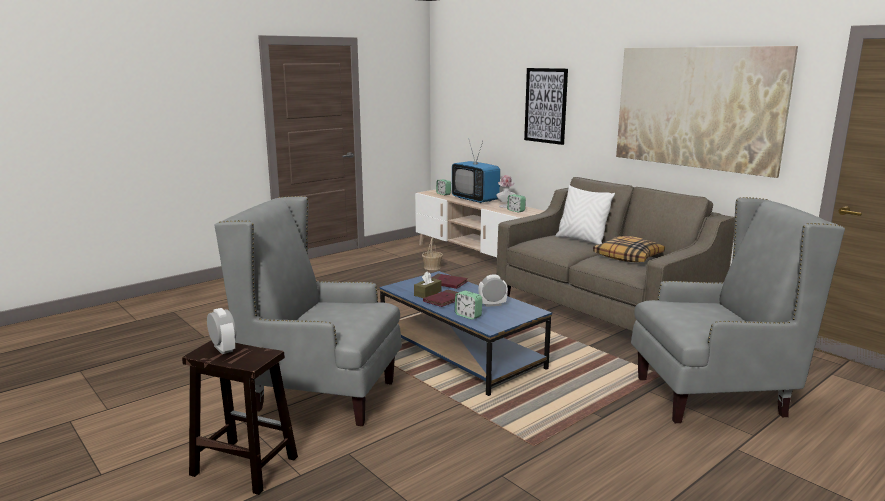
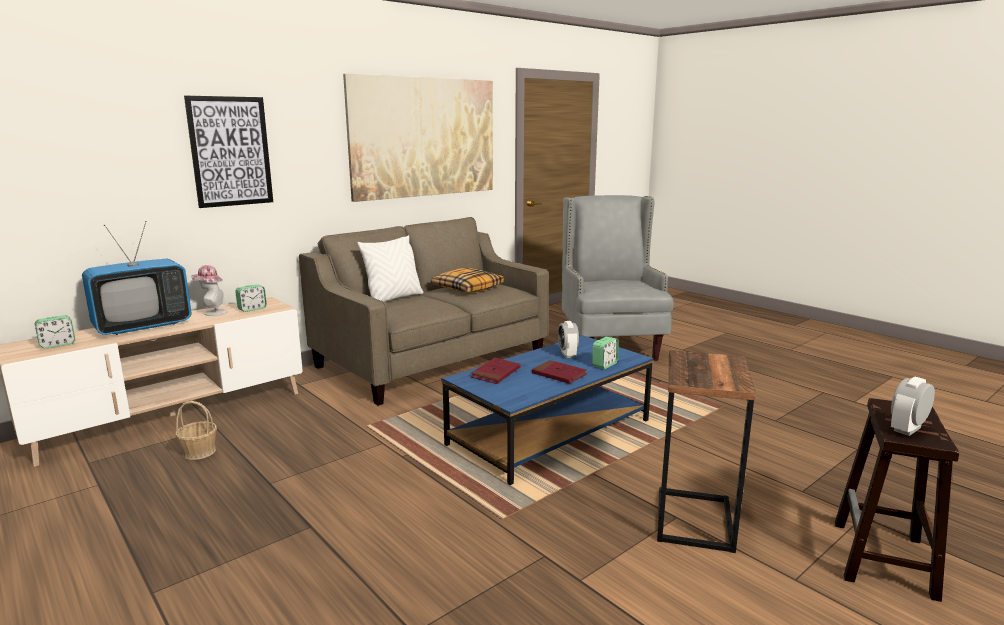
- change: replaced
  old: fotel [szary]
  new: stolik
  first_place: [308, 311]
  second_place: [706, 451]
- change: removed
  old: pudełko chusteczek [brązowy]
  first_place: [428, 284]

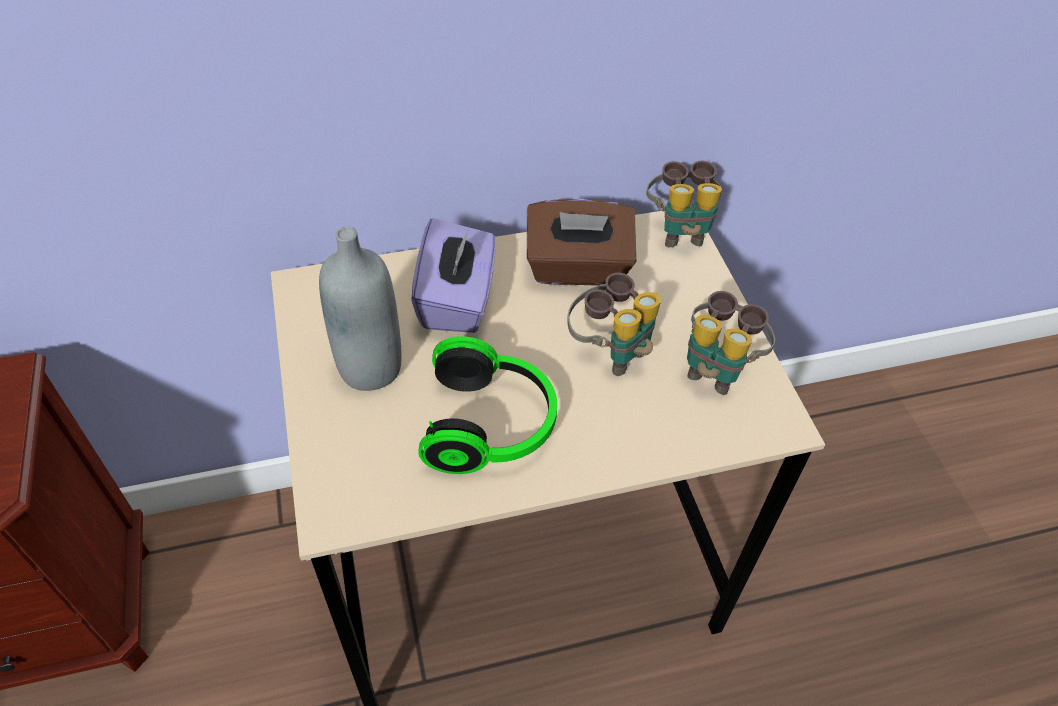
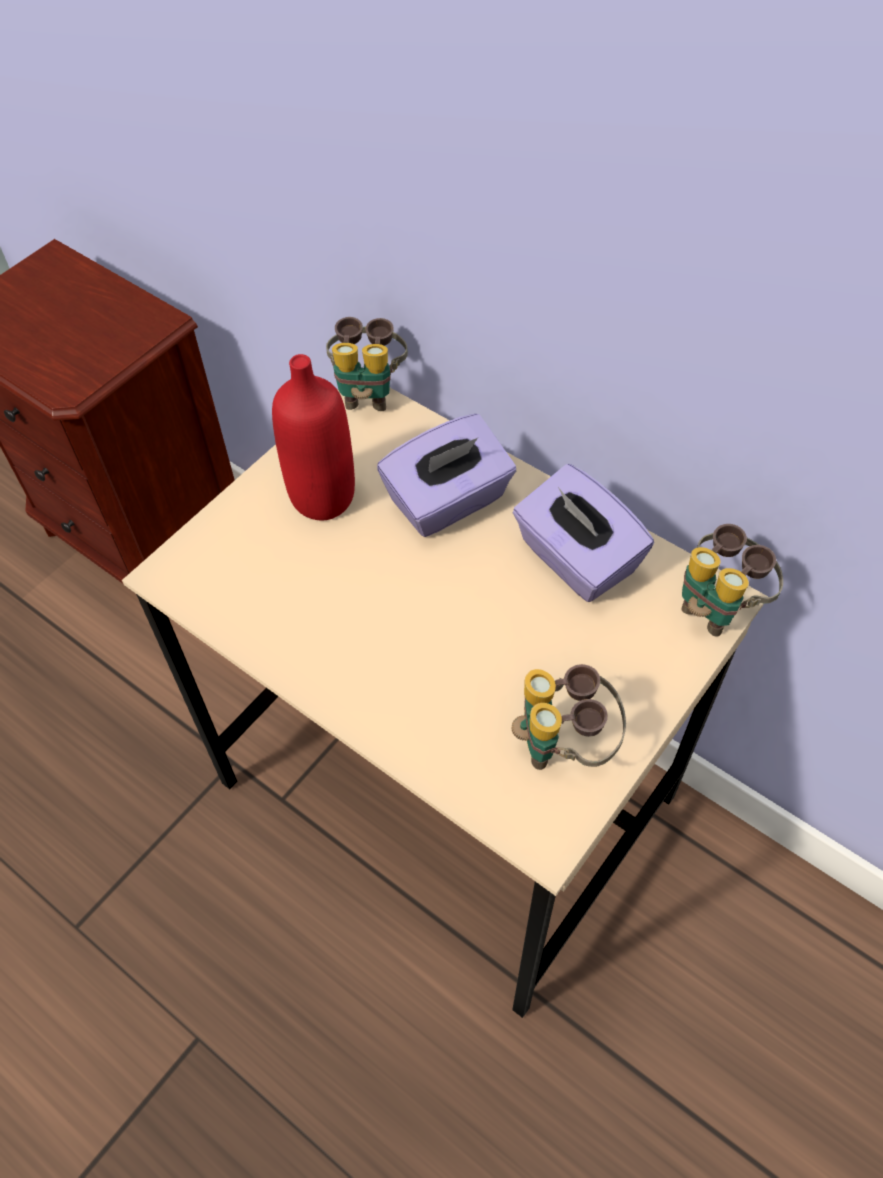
- change: recoloured
  old: butelka [szary]
  new: butelka [czerwony]
  first_place: [360, 309]
  second_place: [313, 437]
- change: moved
  old: lornetka
  first_place: [614, 324]
  second_place: [367, 364]
- change: recoloured
  old: pudełko chusteczek [brązowy]
  new: pudełko chusteczek [fioletowy]
  first_place: [581, 242]
  second_place: [583, 533]
- change: removed
  old: słuchawki
  first_place: [487, 405]

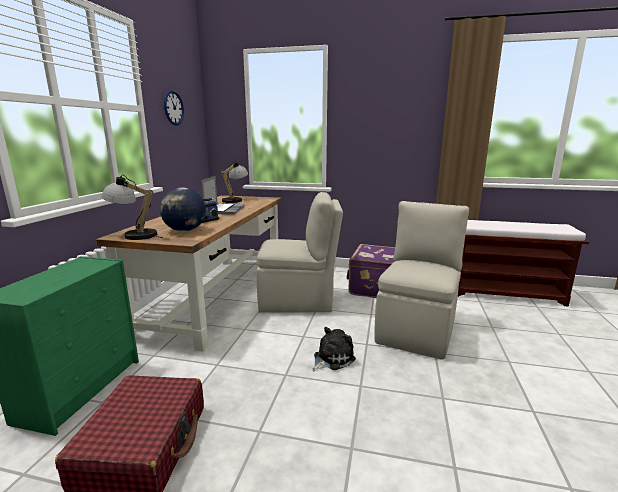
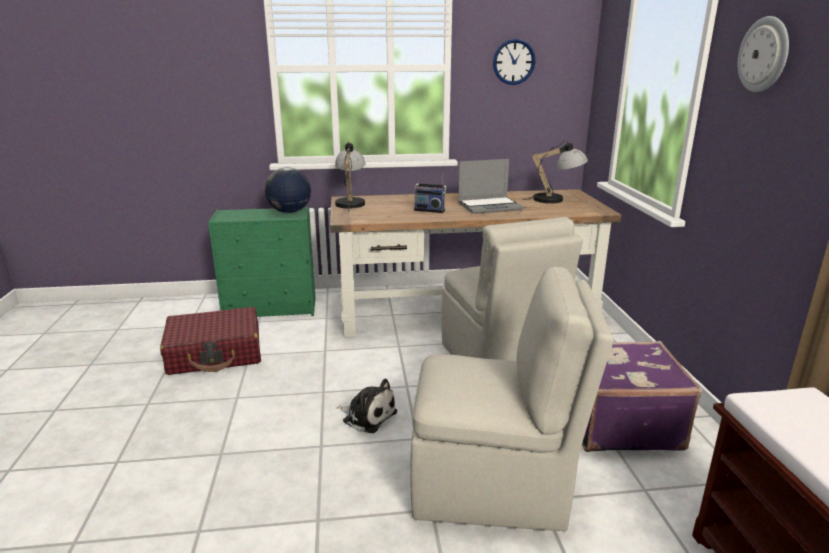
- change: moved
  old: globus
  first_place: [183, 210]
  second_place: [288, 190]
- change: added
  new: zegar ścienny
  second_place: [763, 54]

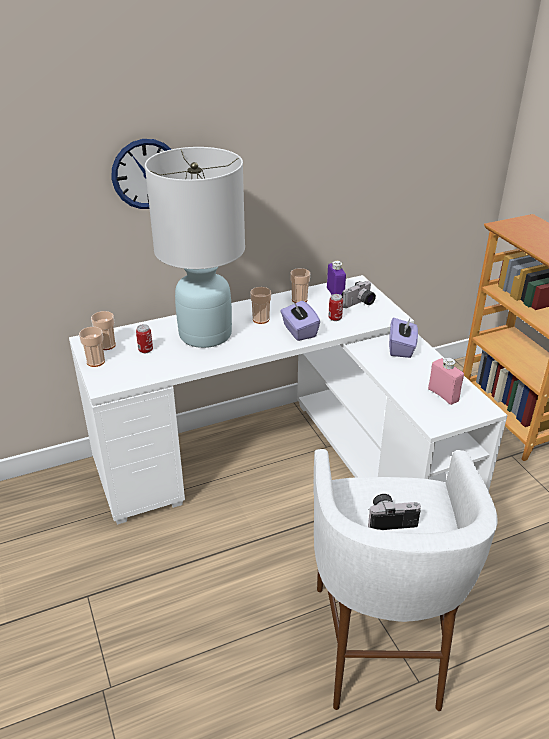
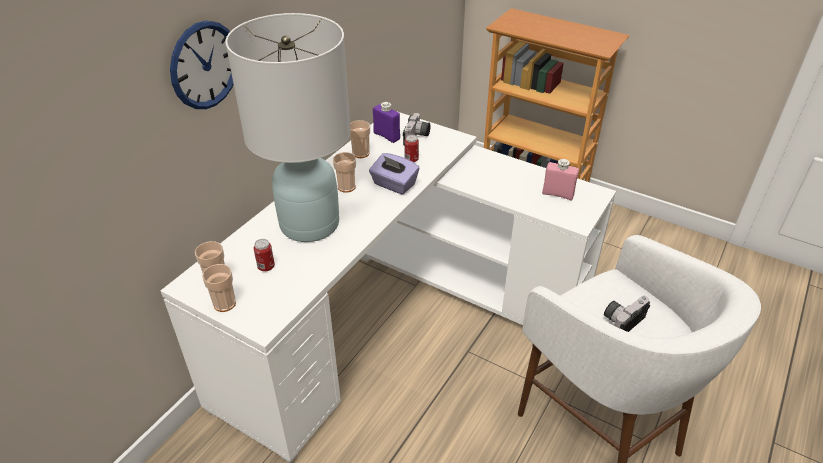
- change: removed
  old: pudełko chusteczek [fioletowy]
  first_place: [403, 337]

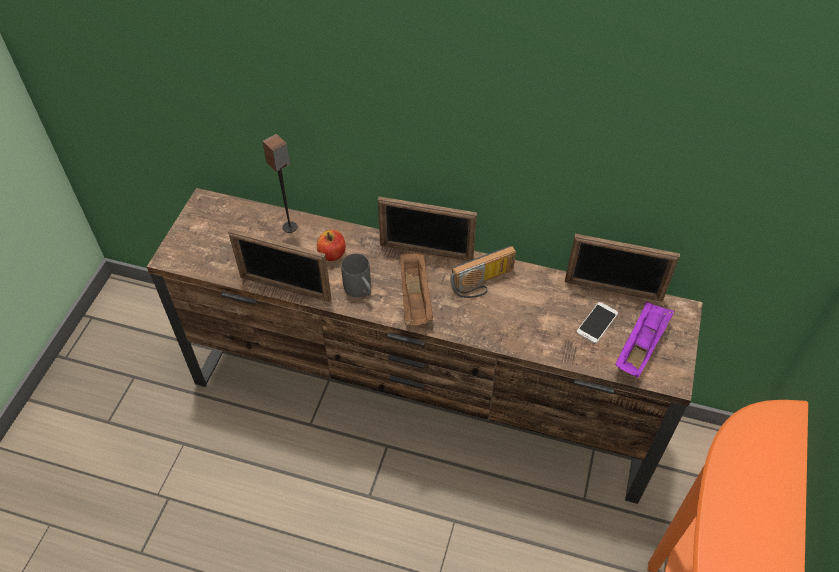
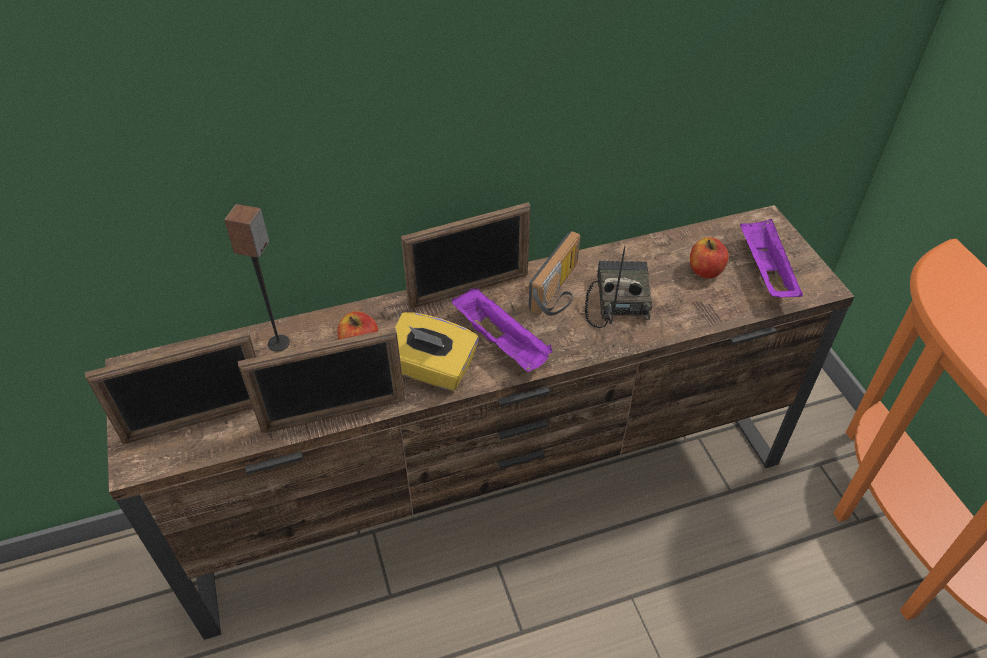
- change: moved
  old: ramka na zdjęcie
  first_place: [622, 268]
  second_place: [171, 387]
- change: replaced
  old: kubek [szary]
  new: pudełko chusteczek [żółty]
  first_place: [356, 275]
  second_place: [437, 351]
- change: recoloured
  old: taca [brązowy]
  new: taca [fioletowy]
  first_place: [416, 288]
  second_place: [502, 330]
- change: added
  new: radio
  second_place: [618, 287]
- change: replaced
  old: telefon
  new: jabłko
  first_place: [597, 322]
  second_place: [709, 258]

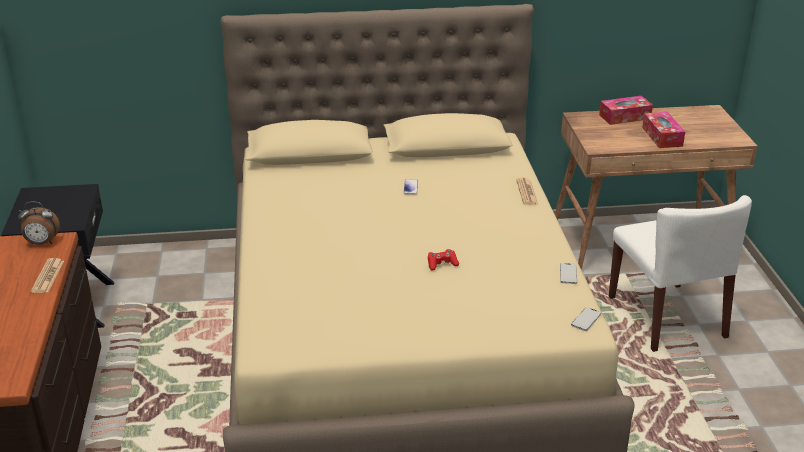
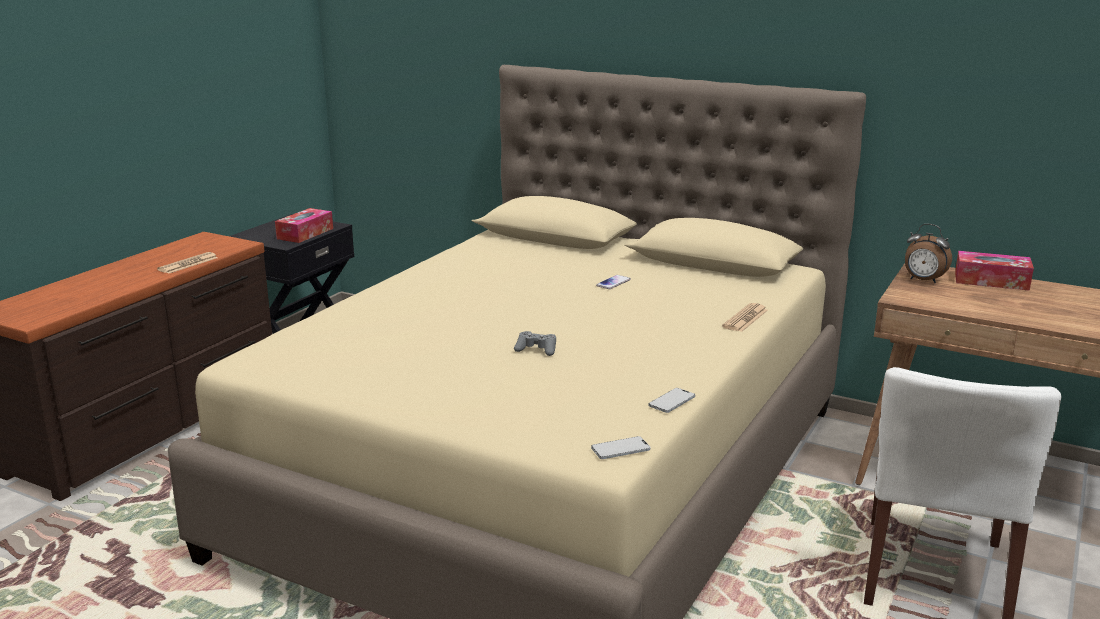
- change: moved
  old: pudełko chusteczek
  first_place: [663, 130]
  second_place: [304, 225]
- change: recoloured
  old: pad do gier [czerwony]
  new: pad do gier [szary]
  first_place: [443, 260]
  second_place: [535, 343]
- change: moved
  old: budzik
  first_place: [39, 223]
  second_place: [928, 253]

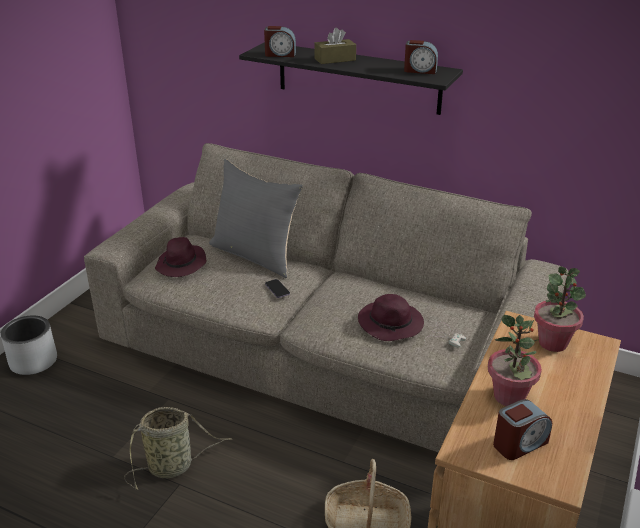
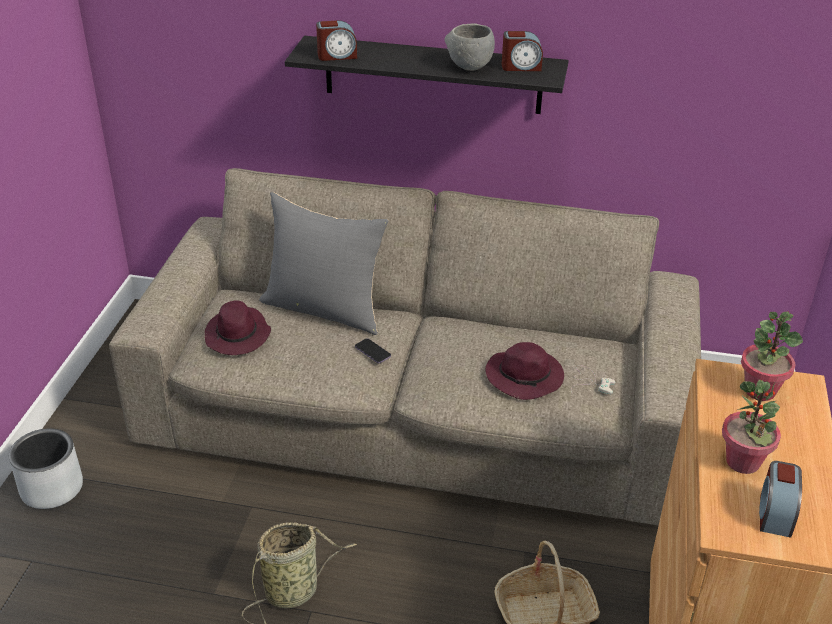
- change: added
  new: miska [szary]
  second_place: [470, 47]
- change: turned
  old: budzik
  first_place: [522, 429]
  second_place: [780, 499]
  degrees: 150
- change: removed
  old: pudełko chusteczek [brązowy]
  first_place: [335, 45]

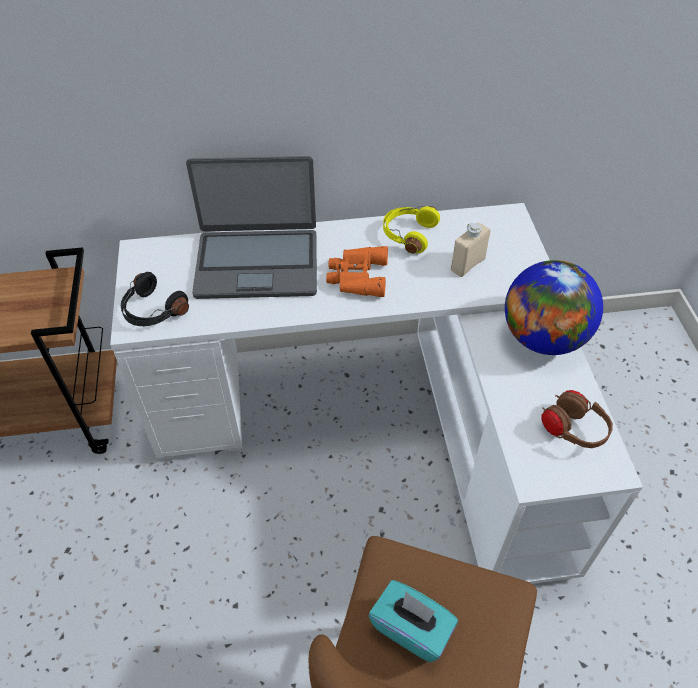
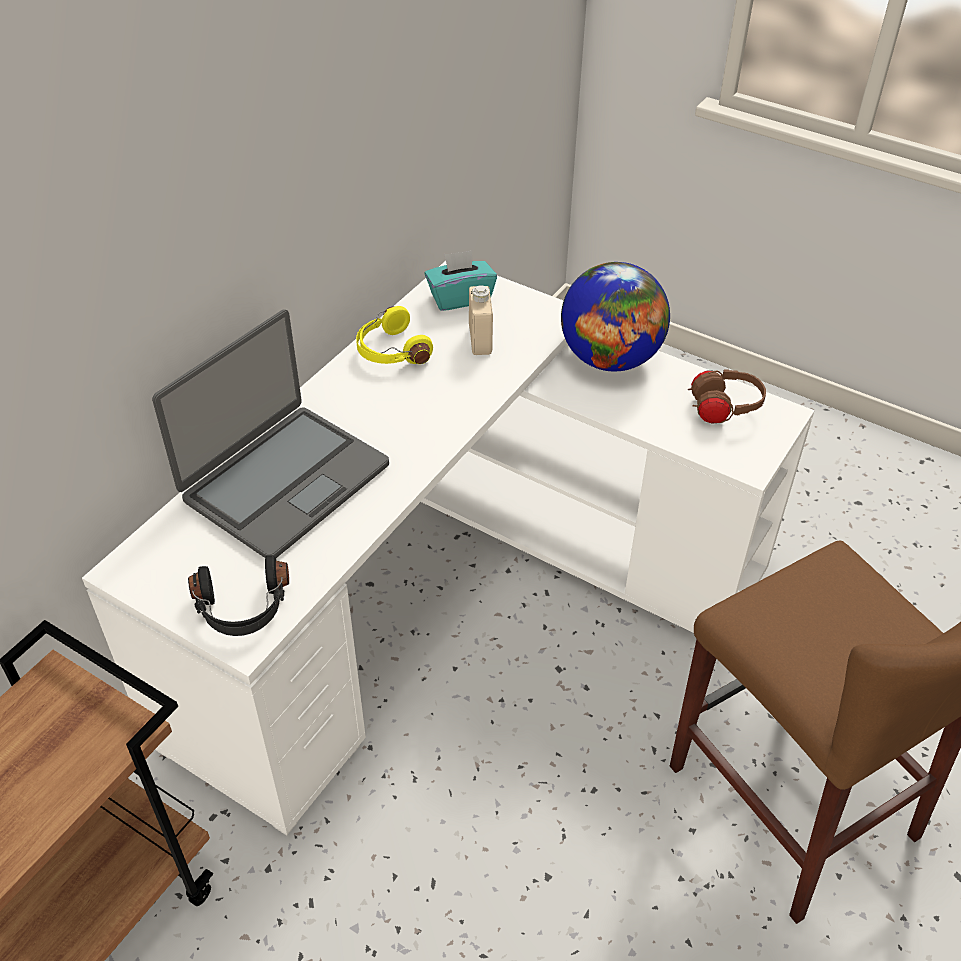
- change: moved
  old: pudełko chusteczek [turkusowy]
  first_place: [413, 621]
  second_place: [460, 280]
- change: removed
  old: lornetka [pomarańczowy]
  first_place: [357, 271]

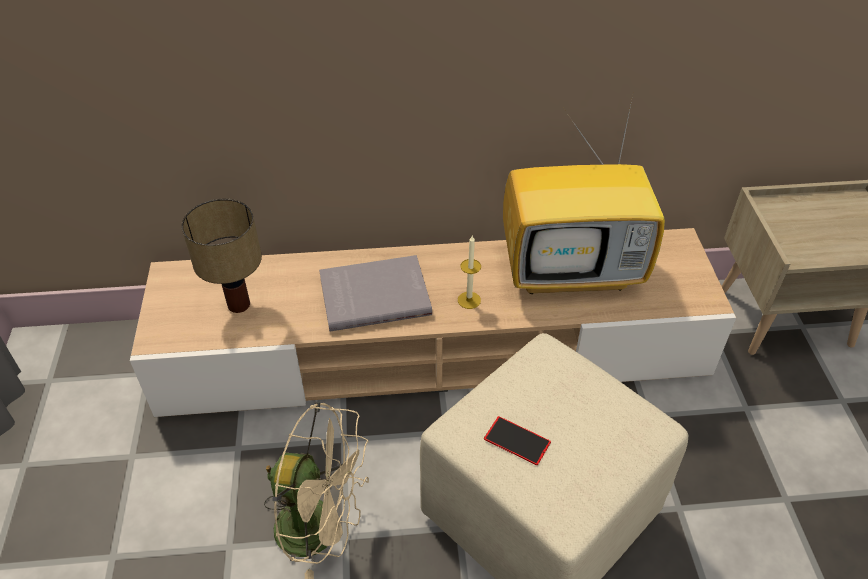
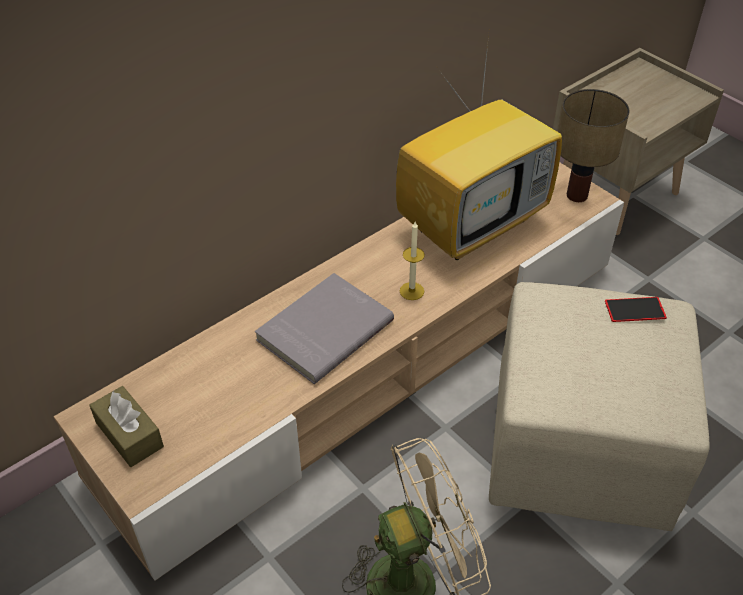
- change: added
  new: pudełko chusteczek [brązowy]
  second_place: [126, 426]
- change: moved
  old: lampa stołowa
  first_place: [221, 255]
  second_place: [594, 145]
- change: moved
  old: telefon
  first_place: [517, 440]
  second_place: [636, 309]

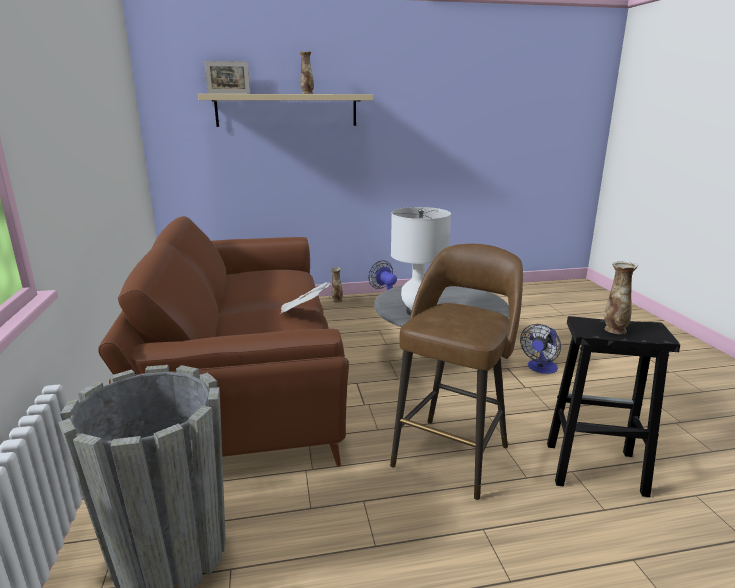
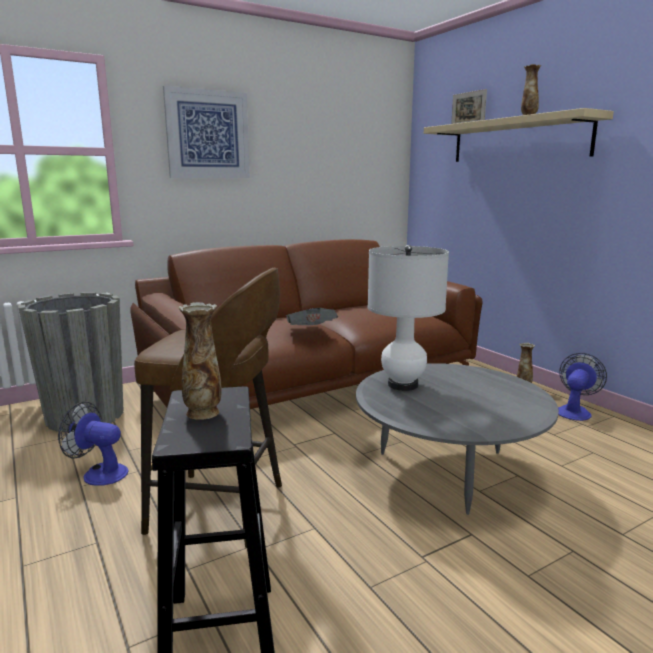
- change: moved
  old: wentylator
  first_place: [540, 349]
  second_place: [93, 444]
- change: added
  new: obraz
  second_place: [206, 132]

